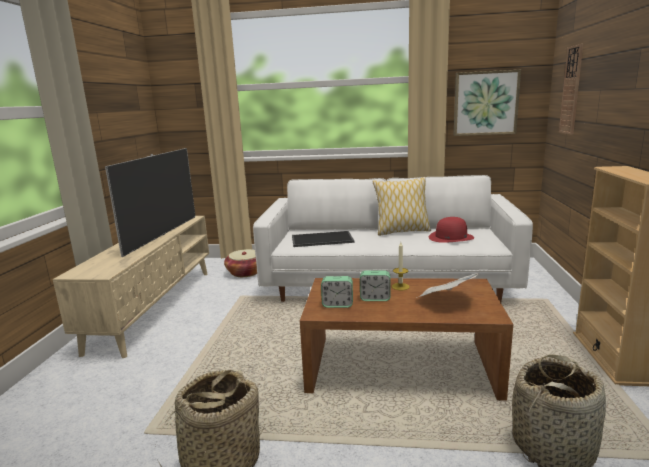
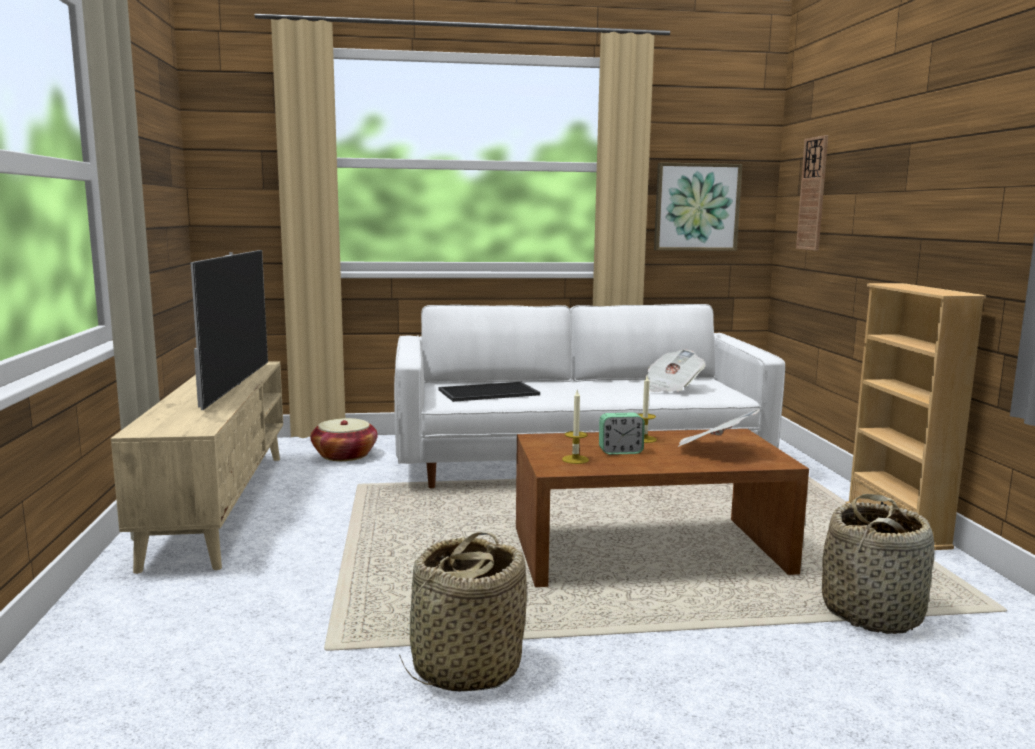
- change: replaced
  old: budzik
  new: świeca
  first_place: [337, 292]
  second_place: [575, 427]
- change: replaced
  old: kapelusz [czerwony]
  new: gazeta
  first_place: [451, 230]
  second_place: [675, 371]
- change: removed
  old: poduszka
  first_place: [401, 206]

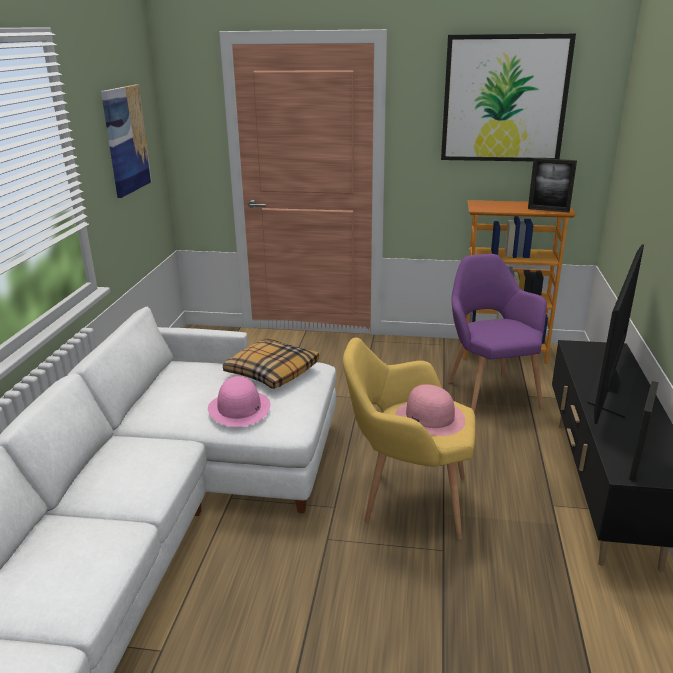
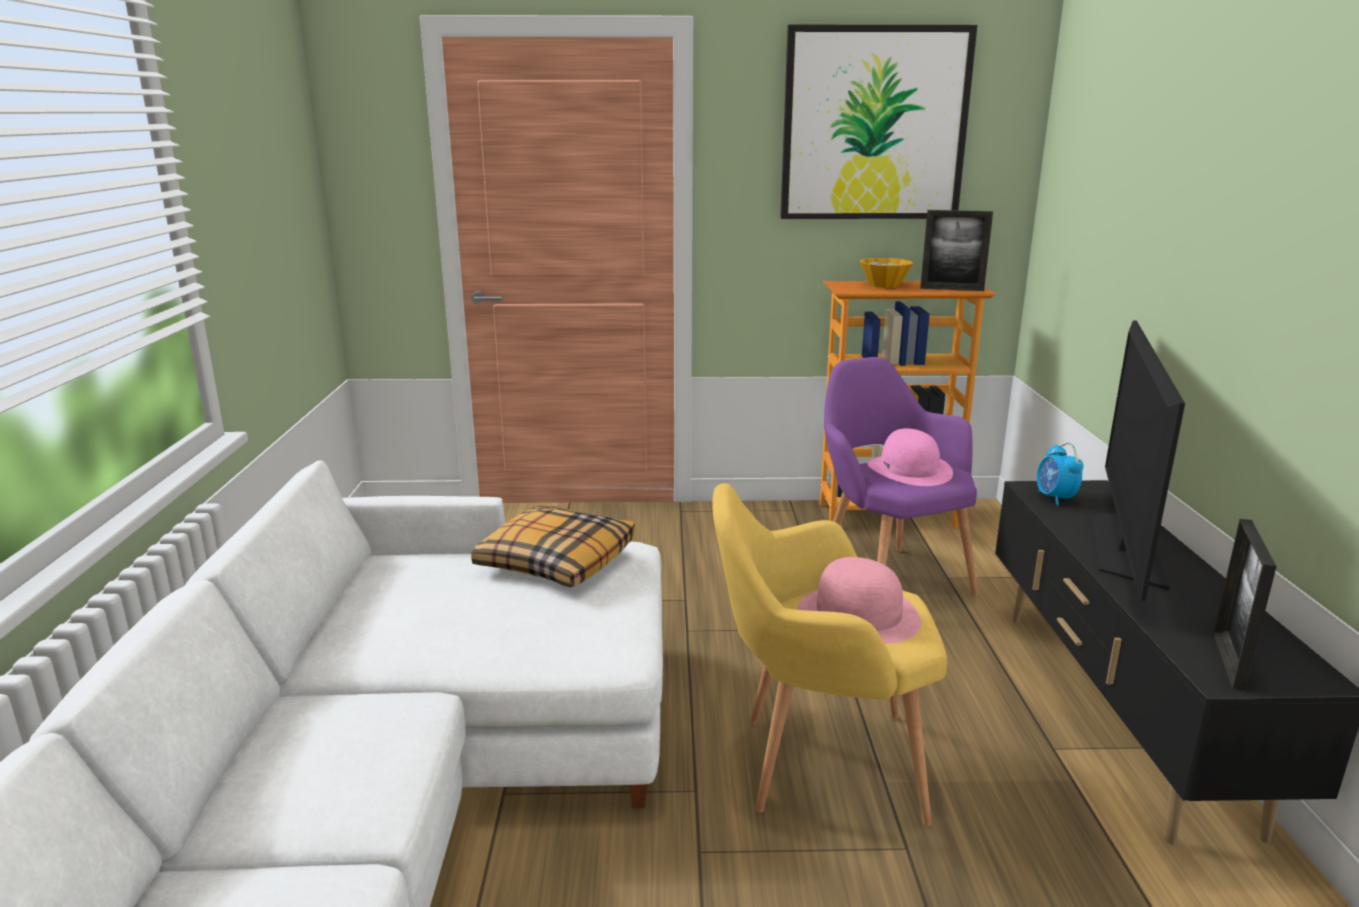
- change: added
  new: miska
  second_place: [886, 273]
- change: moved
  old: kapelusz [różowy]
  first_place: [239, 401]
  second_place: [910, 457]
- change: added
  new: budzik
  second_place: [1060, 474]
- change: removed
  old: obraz
  first_place: [126, 141]

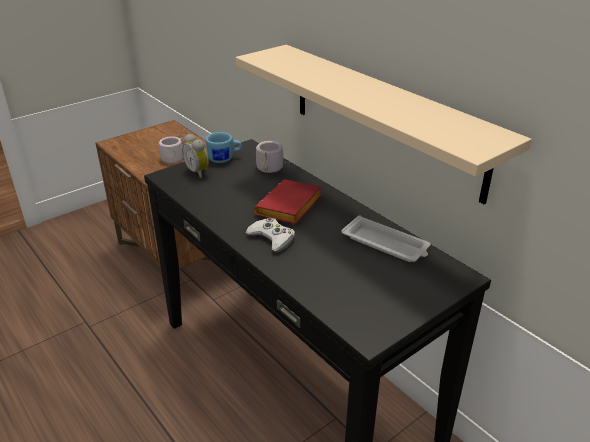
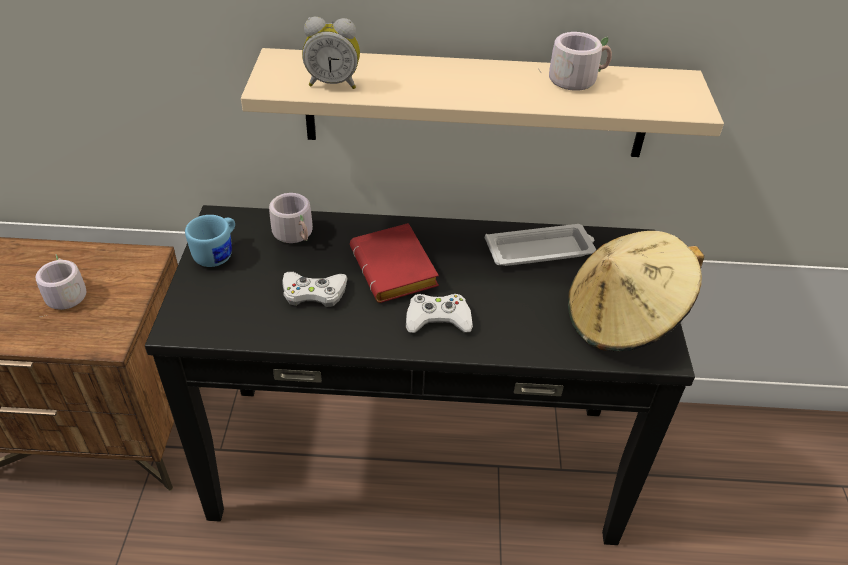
- change: added
  new: pad do gier [biały]
  second_place: [315, 289]
- change: moved
  old: budzik
  first_place: [195, 156]
  second_place: [331, 53]
- change: added
  new: kubek [szary]
  second_place: [575, 61]
- change: added
  new: kapelusz [beżowy]
  second_place: [636, 291]

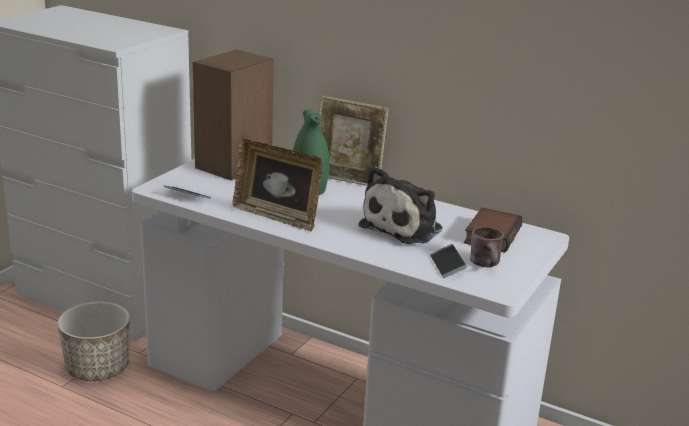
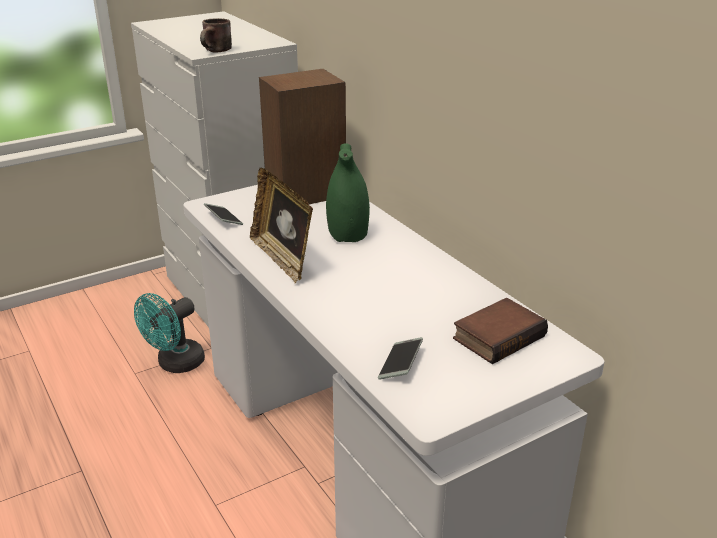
- change: replaced
  old: donica
  new: wentylator [turkusowy]
  first_place: [94, 341]
  second_place: [169, 333]
- change: moved
  old: kubek [brązowy]
  first_place: [487, 247]
  second_place: [216, 35]
- change: removed
  old: ramka na zdjęcie
  first_place: [353, 141]
- change: removed
  old: pluszak
  first_place: [401, 205]

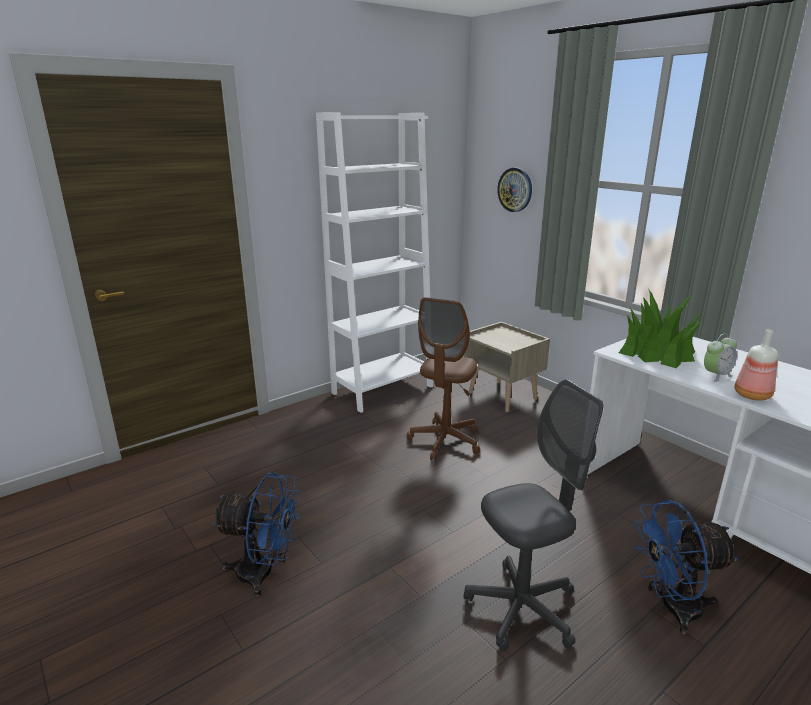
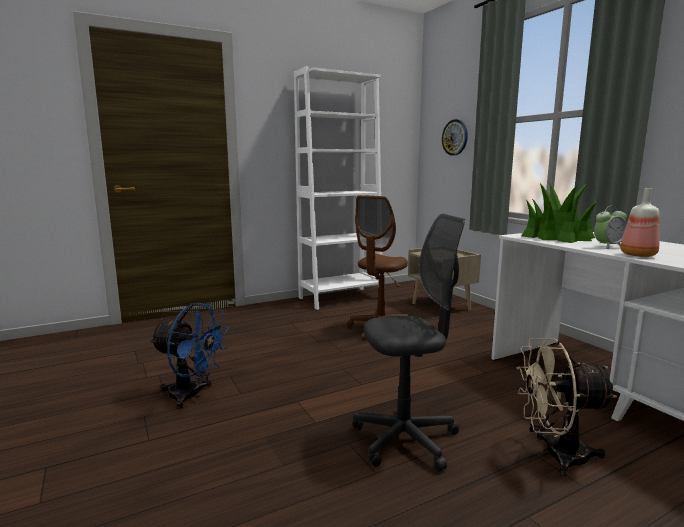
- change: recoloured
  old: wentylator [niebieski]
  new: wentylator [beżowy]
  first_place: [685, 567]
  second_place: [567, 407]

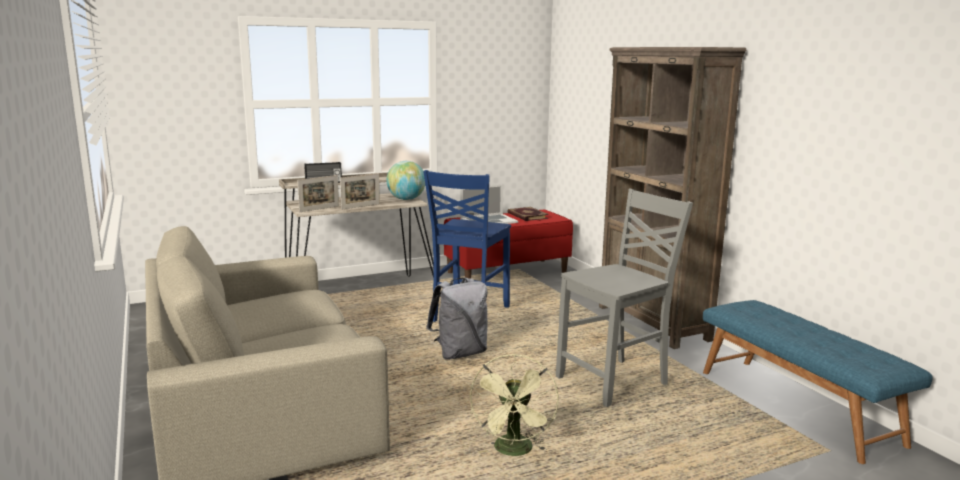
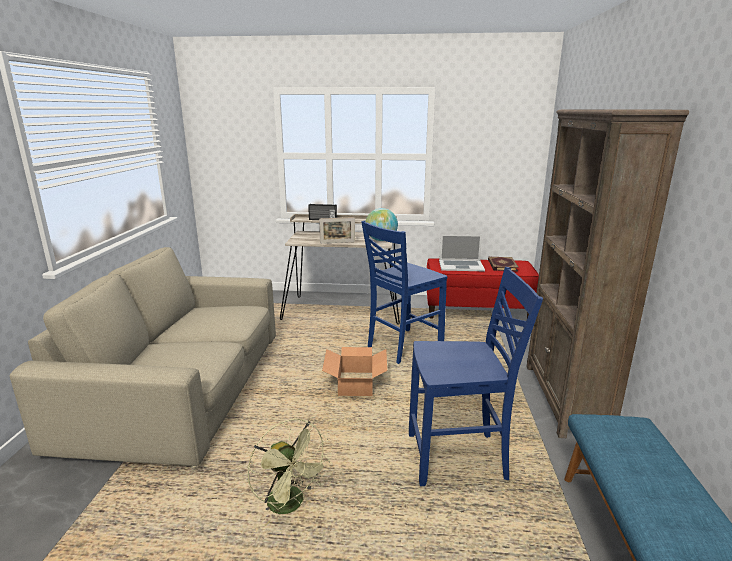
- change: turned
  old: wentylator [zielony]
  first_place: [514, 405]
  second_place: [289, 472]
  degrees: -75
- change: replaced
  old: plecak [szary]
  new: karton
  first_place: [456, 318]
  second_place: [354, 371]
- change: recoloured
  old: krzesło [szary]
  new: krzesło [niebieski]
  first_place: [624, 298]
  second_place: [476, 376]
- change: removed
  old: ramka na zdjęcie
  first_place: [318, 193]

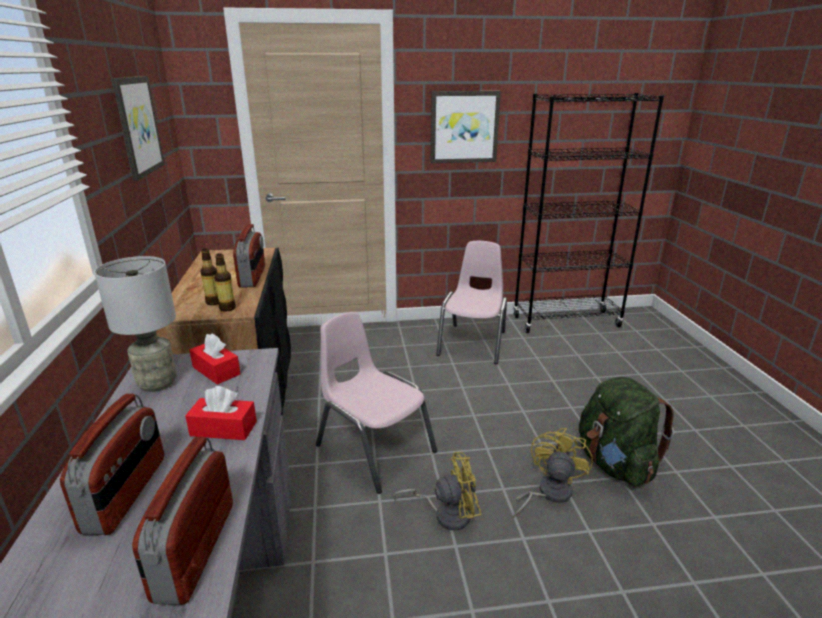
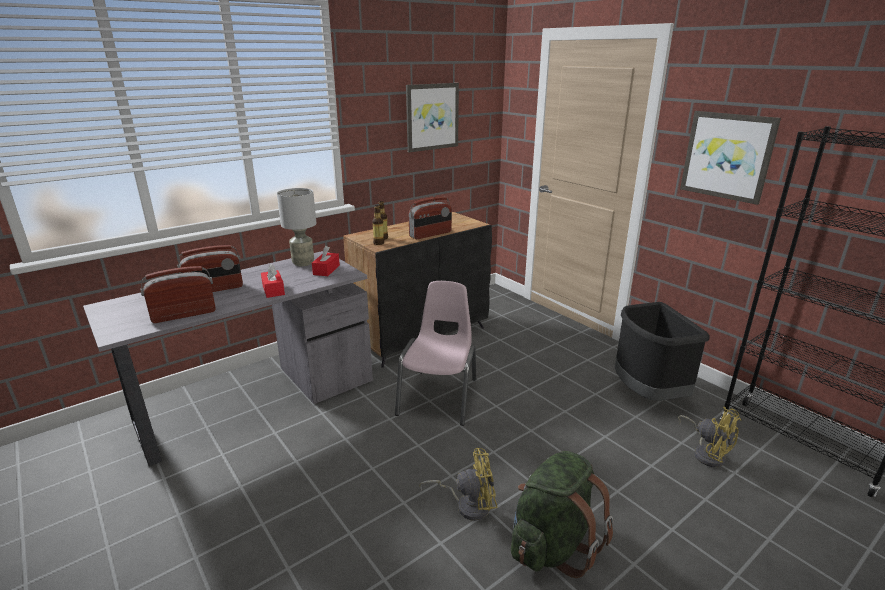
- change: replaced
  old: krzesło [różowy]
  new: kosz na śmieci [czarny]
  first_place: [471, 302]
  second_place: [662, 351]
- change: moved
  old: wentylator [żółty]
  first_place: [437, 491]
  second_place: [709, 437]

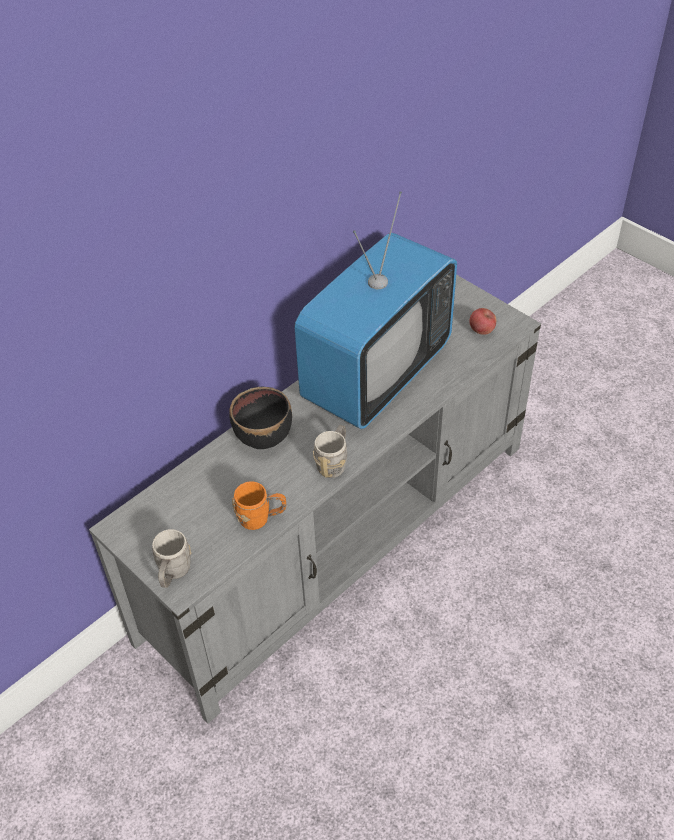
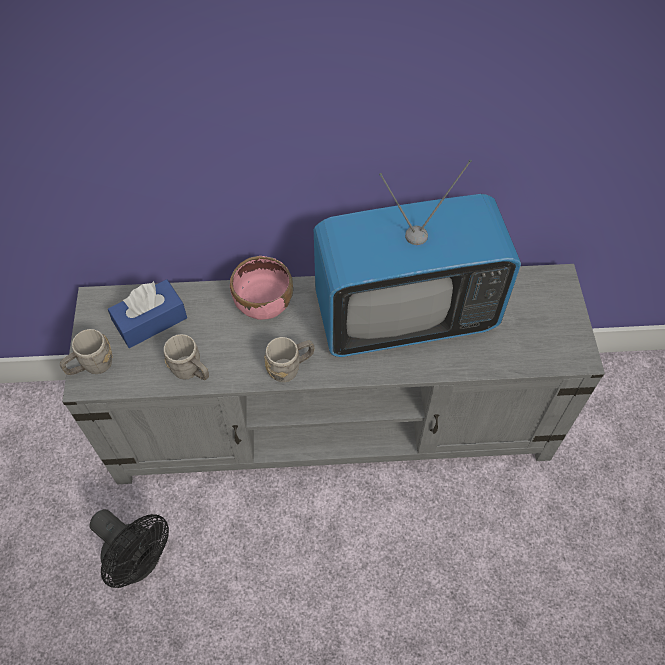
- change: added
  new: wentylator [czarny]
  second_place: [129, 548]
- change: added
  new: pudełko chusteczek [niebieski]
  second_place: [147, 313]
- change: recoloured
  old: kubek [pomarańczowy]
  new: kubek [szary]
  first_place: [259, 505]
  second_place: [186, 357]
- change: recoloured
  old: miska [czarny]
  new: miska [różowy]
  first_place: [260, 418]
  second_place: [261, 288]
- change: removed
  old: jabłko
  first_place: [482, 321]

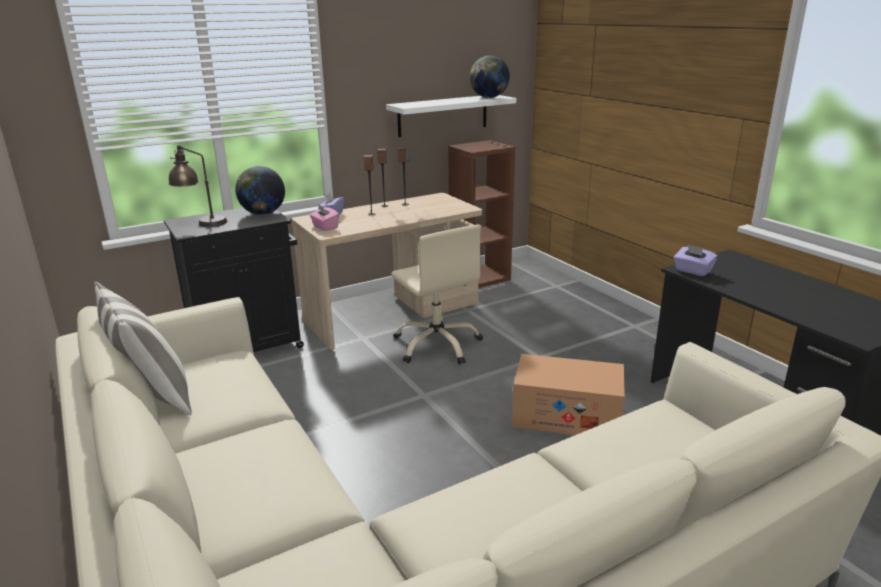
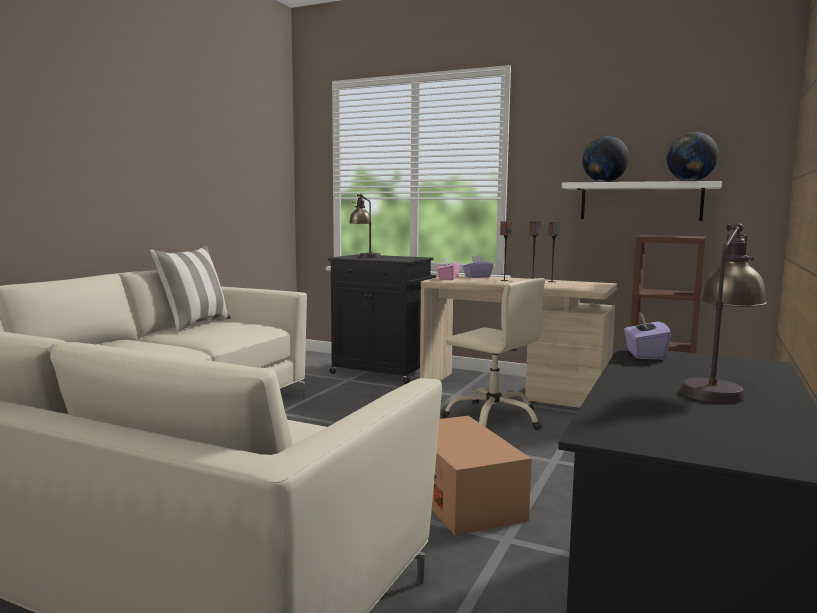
- change: turned
  old: krzesło biurowe [beżowy]
  first_place: [437, 295]
  second_place: [493, 354]
  degrees: -75
- change: moved
  old: globus
  first_place: [260, 190]
  second_place: [605, 159]
- change: added
  new: lampa stołowa
  second_place: [723, 313]

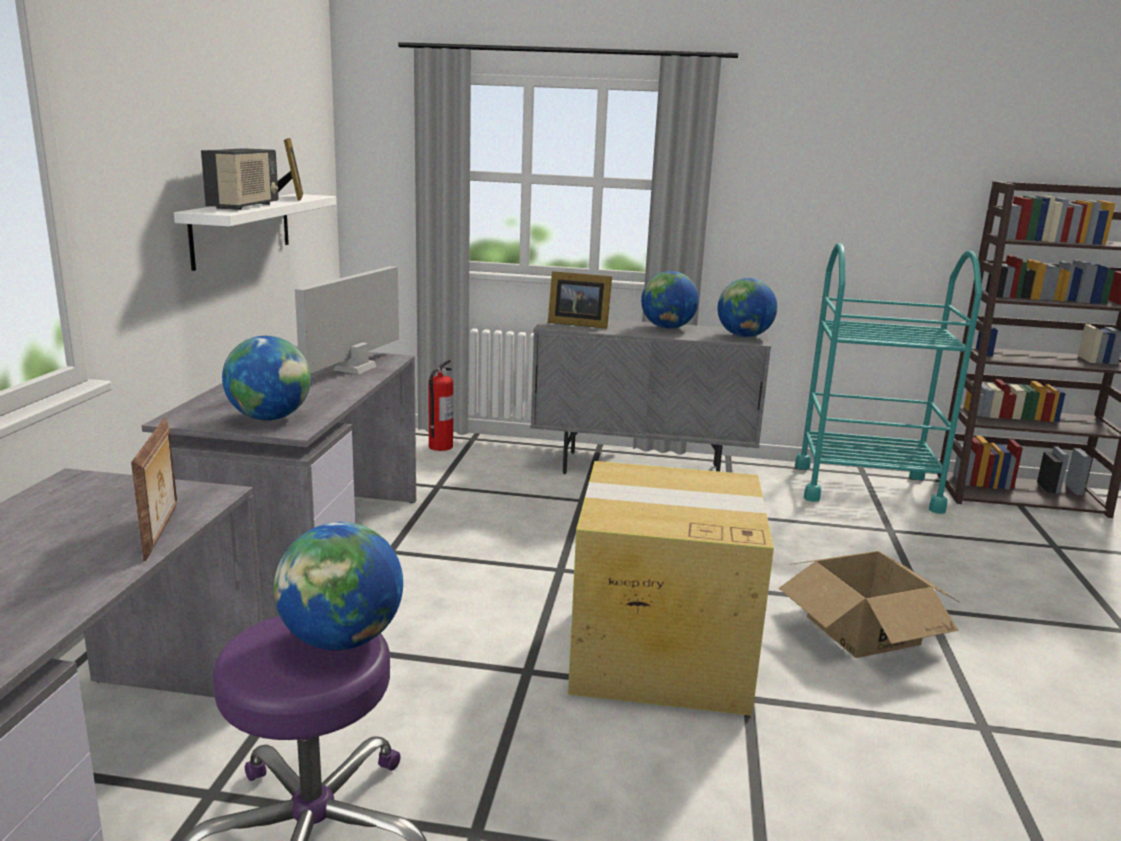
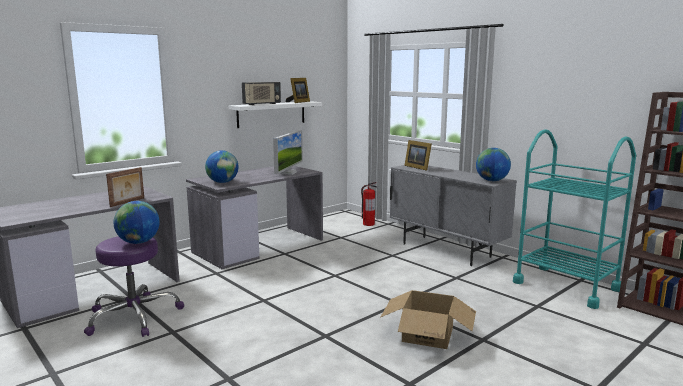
- change: turned
  old: monitor
  first_place: [347, 320]
  second_place: [288, 152]
  degrees: 135
- change: removed
  old: karton
  first_place: [671, 588]
- change: removed
  old: globus
  first_place: [670, 300]

